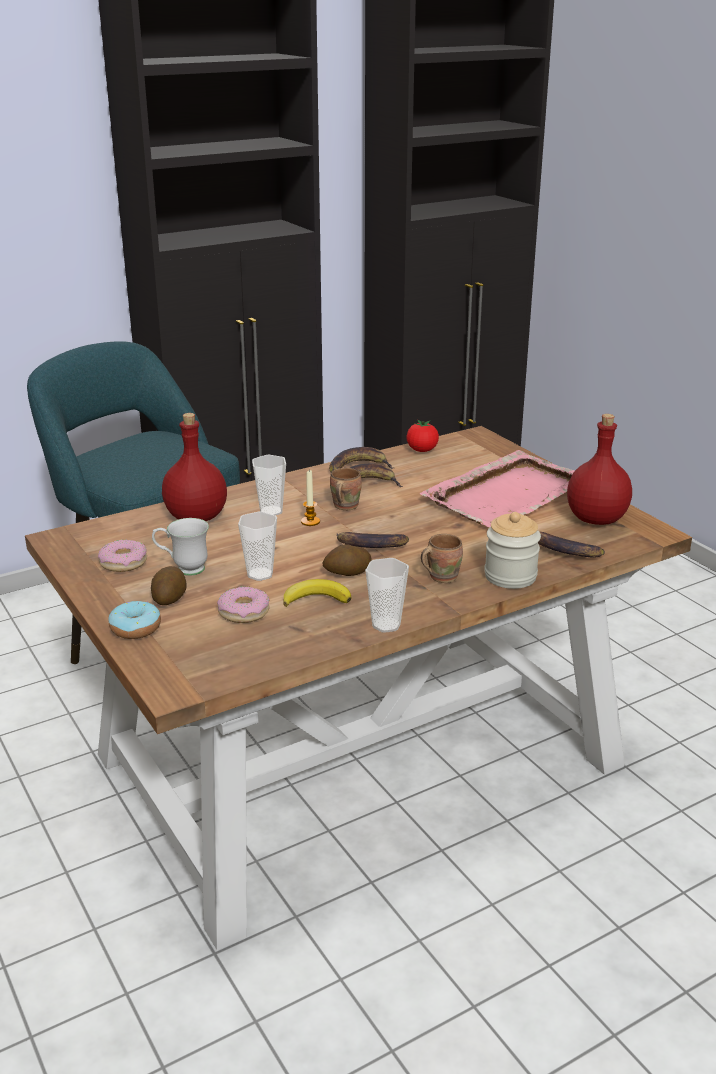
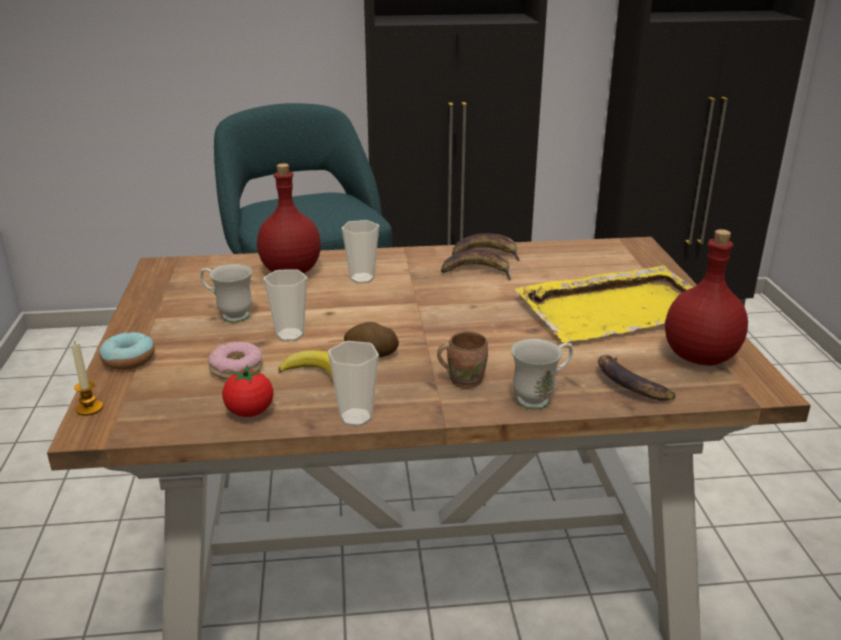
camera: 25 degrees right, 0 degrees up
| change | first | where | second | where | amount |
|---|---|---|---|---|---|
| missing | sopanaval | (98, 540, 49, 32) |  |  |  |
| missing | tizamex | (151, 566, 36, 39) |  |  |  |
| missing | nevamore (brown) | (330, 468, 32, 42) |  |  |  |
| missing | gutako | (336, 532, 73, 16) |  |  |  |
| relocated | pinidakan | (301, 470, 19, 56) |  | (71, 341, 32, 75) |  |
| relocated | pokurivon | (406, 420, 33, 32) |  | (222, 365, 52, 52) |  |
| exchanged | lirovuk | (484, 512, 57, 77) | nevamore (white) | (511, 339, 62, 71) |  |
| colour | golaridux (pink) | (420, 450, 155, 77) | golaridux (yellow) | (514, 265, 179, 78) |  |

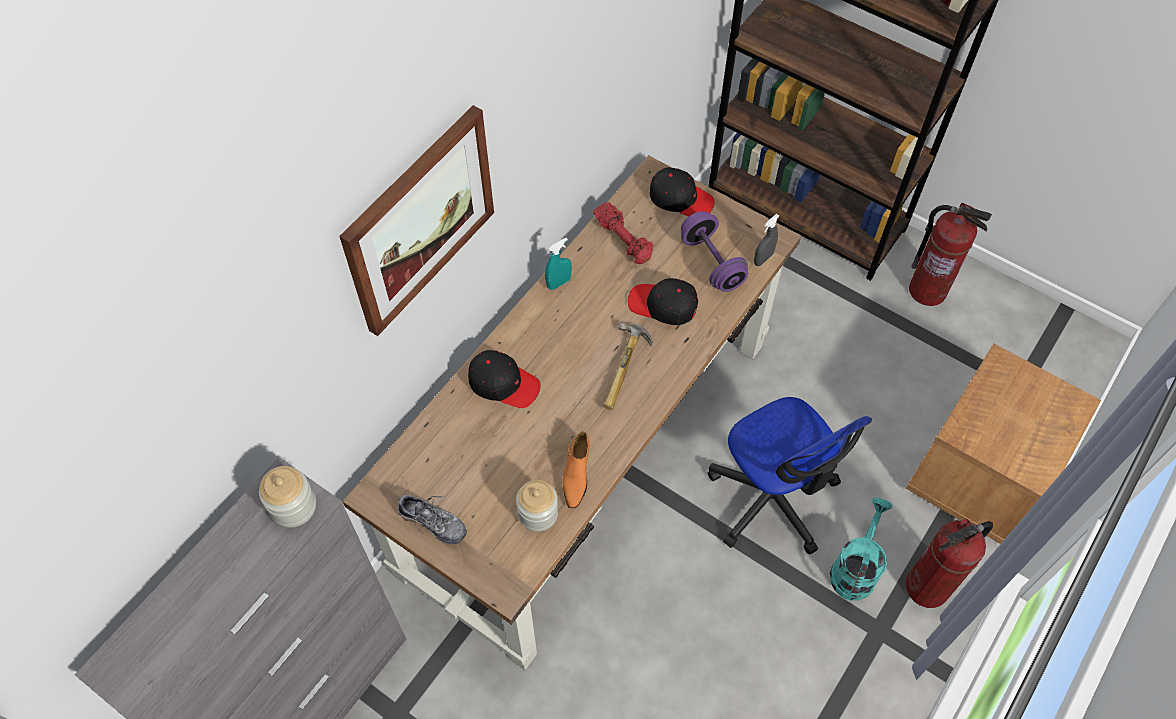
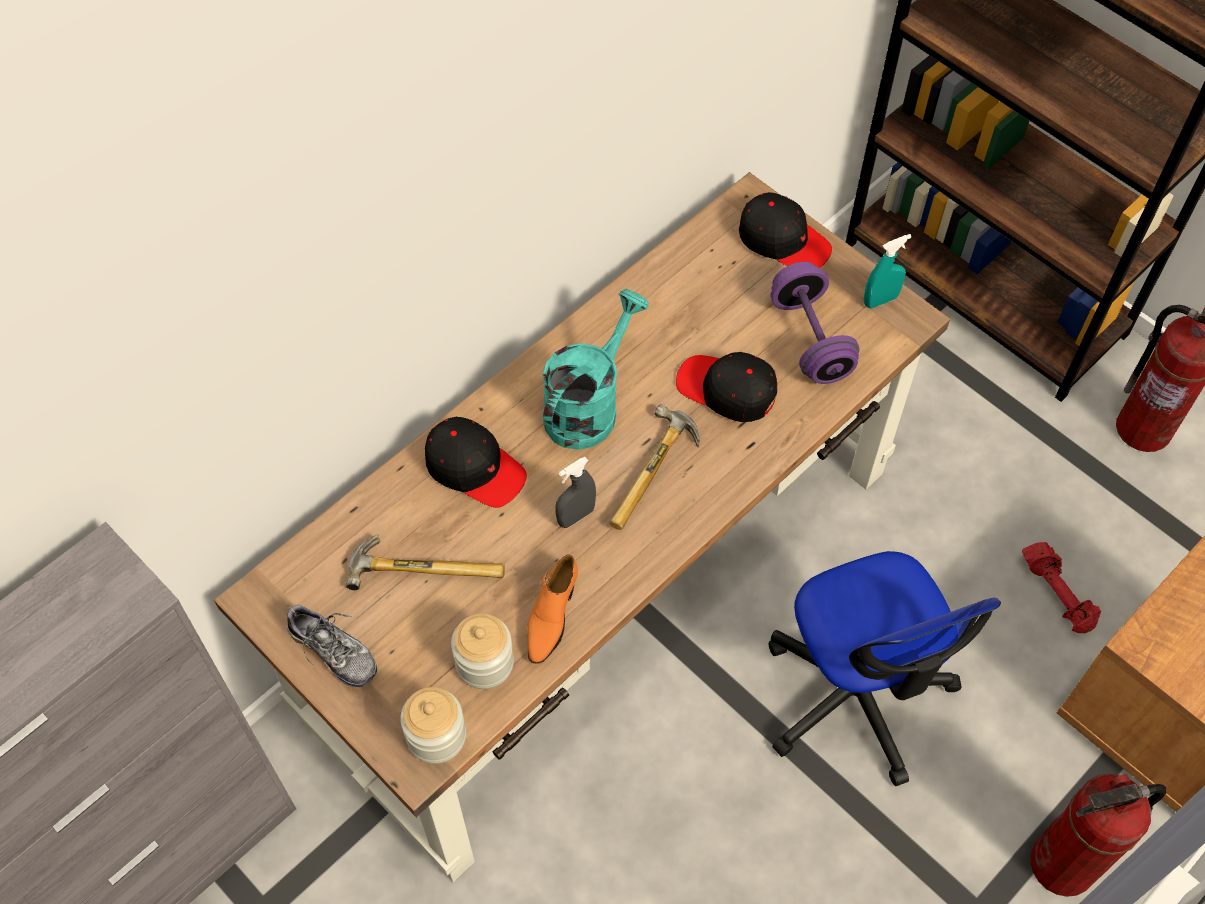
camera: 10 degrees right, 0 degrees up
| change | first | where | second | where | amount |
|---|---|---|---|---|---|
| missing | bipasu | (339, 105, 155, 231) |  |  |  |
| appeared |  |  | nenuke | (346, 534, 159, 56) |  |
| relocated | lirovuk | (259, 466, 57, 62) |  | (400, 687, 66, 77) |  |
| relocated | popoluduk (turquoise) | (545, 237, 27, 53) |  | (864, 234, 48, 74) |  |
| relocated | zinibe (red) | (593, 202, 61, 62) |  | (1022, 542, 79, 91) |  |
| relocated | popoluduk (grey) | (754, 214, 25, 52) |  | (555, 457, 41, 71) |  |
| relocated | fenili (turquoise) | (830, 497, 62, 103) |  | (543, 289, 106, 161) |  |

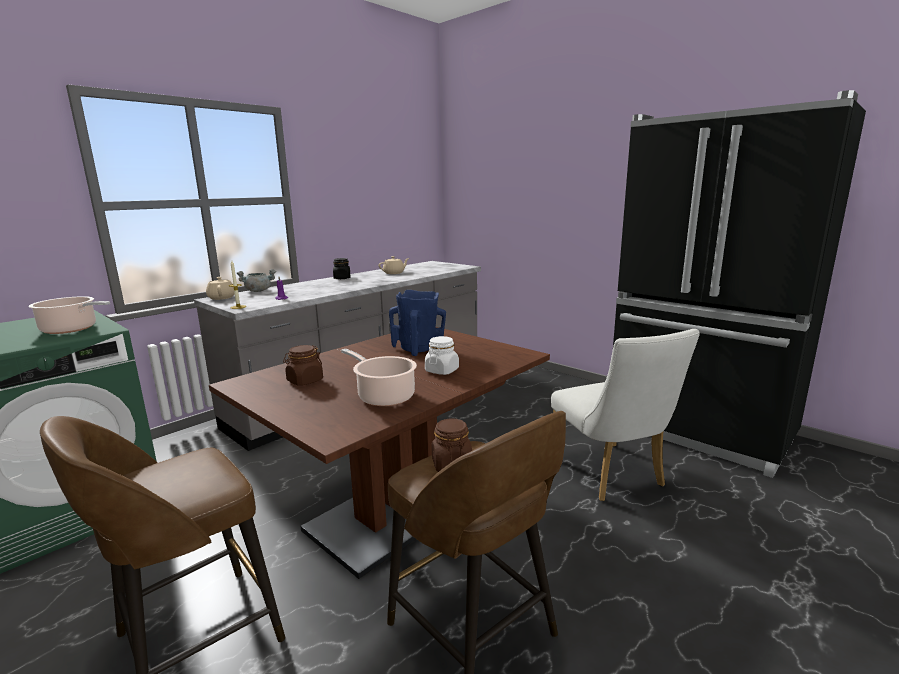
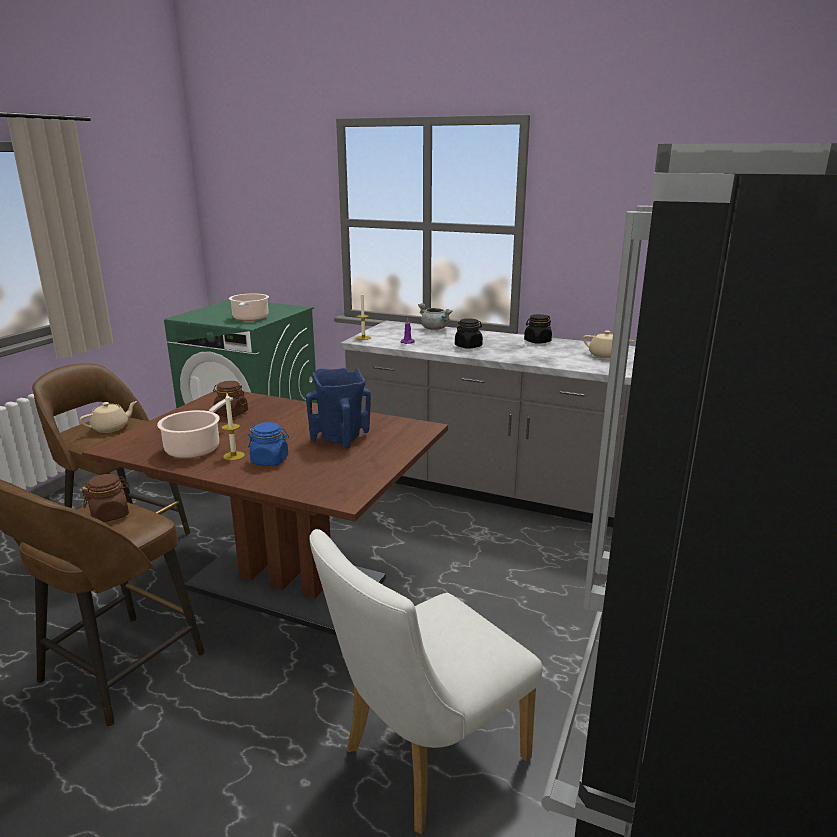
camera: 70 degrees right, 5 degrees up
| change | first | where | second | where | amount |
|---|---|---|---|---|---|
| appeared |  |  | pinidakan | (222, 393, 23, 68) |  |
| appeared |  |  | lirovuk (black) | (455, 319, 28, 30) |  |
| relocated | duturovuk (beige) | (206, 277, 29, 23) |  | (79, 401, 58, 32) |  |
| colour | lirovuk (white) | (425, 336, 34, 39) | lirovuk (blue) | (248, 422, 41, 44) |  |

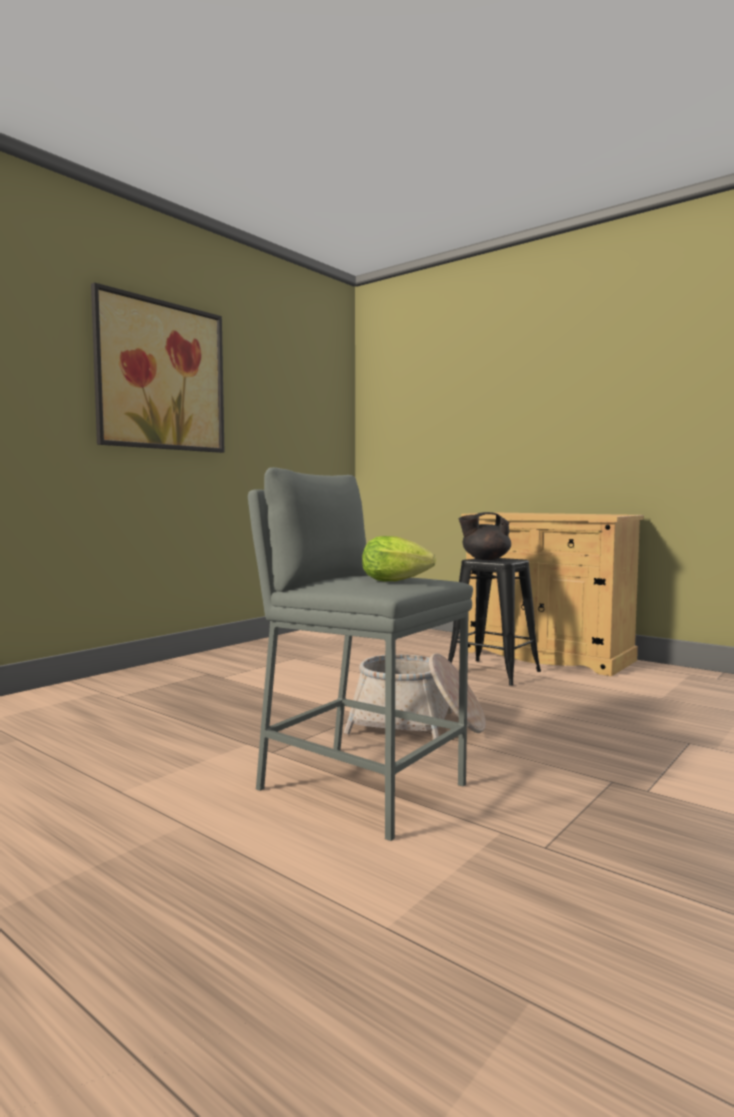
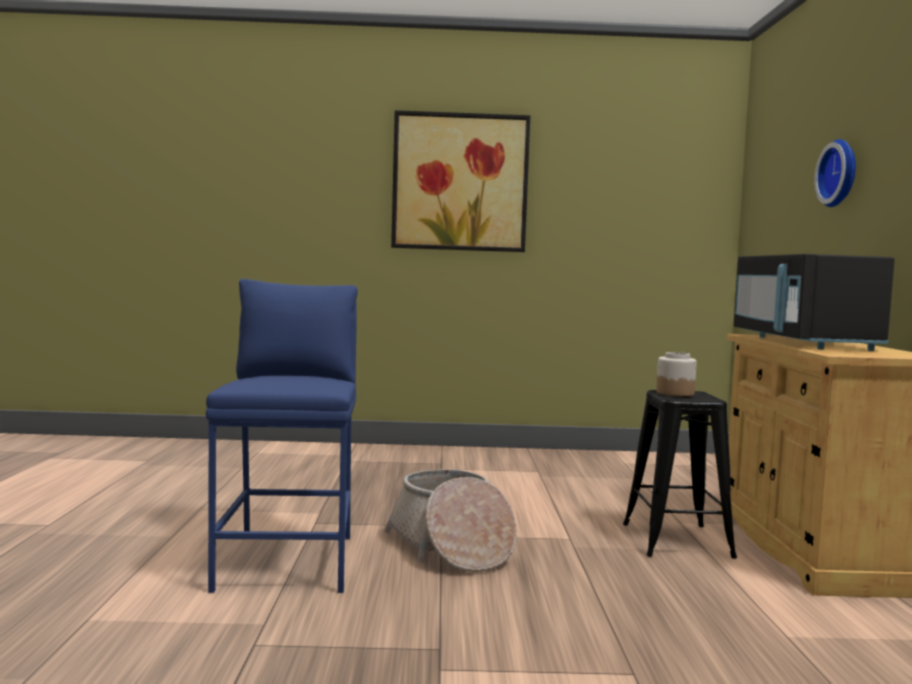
camera: 50 degrees right, 0 degrees up
| change | first | where | second | where | amount |
|---|---|---|---|---|---|
| missing | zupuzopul | (362, 536, 74, 45) |  |  |  |
| appeared |  |  | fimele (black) | (734, 254, 161, 97) |  |
| appeared |  |  | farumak | (814, 139, 42, 68) |  |
| exchanged | duturovuk (black) | (459, 512, 52, 48) | lirovuk | (656, 352, 41, 44) |  |
| colour | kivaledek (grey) | (248, 467, 225, 374) | kivaledek (blue) | (206, 279, 152, 314) |  |

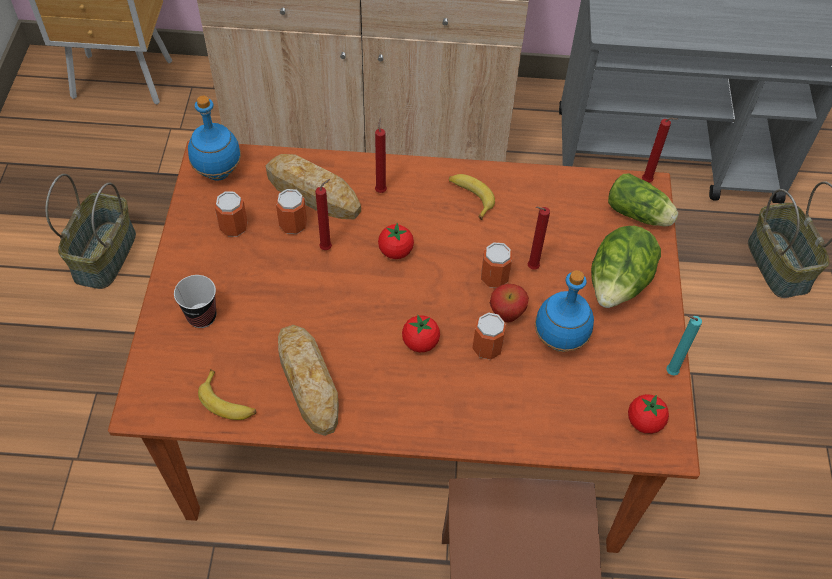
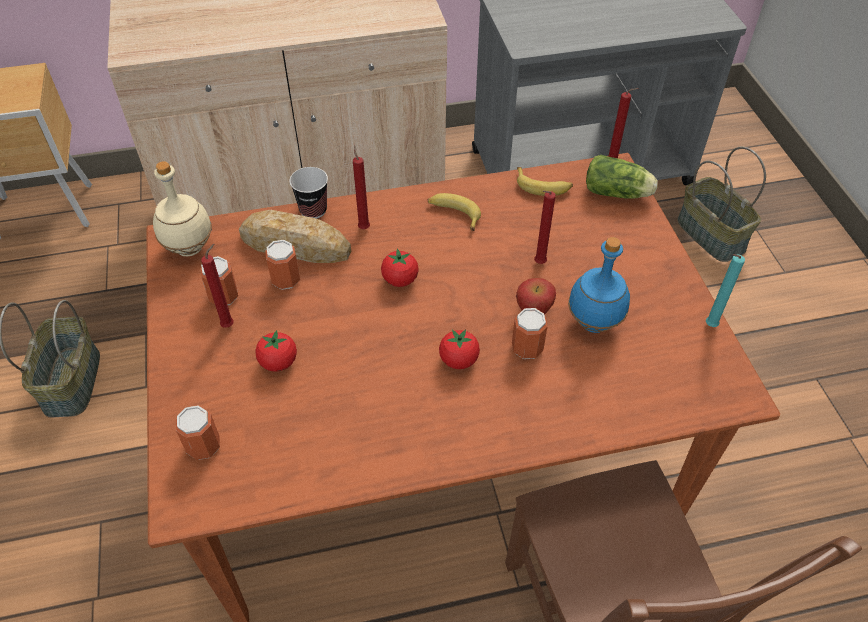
camera: 15 degrees left, 5 degrees down
| change | first | where | second | where | amount |
|---|---|---|---|---|---|
| missing | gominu | (278, 325, 61, 111) |  |  |  |
| missing | zupuzopul | (591, 226, 70, 82) |  |  |  |
| relocated | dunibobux | (174, 275, 42, 53) |  | (289, 167, 39, 52) |  |
| relocated | gutako | (198, 369, 58, 51) |  | (517, 167, 56, 29) |  |
| relocated | pinidakan (red) | (315, 179, 17, 71) |  | (201, 244, 33, 84) |  |
| relocated | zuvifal | (481, 242, 31, 46) |  | (176, 405, 44, 55) |  |
| relocated | pokurivon | (628, 394, 41, 40) |  | (255, 330, 42, 42) |  |
| colour | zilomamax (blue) | (188, 96, 53, 85) | zilomamax (beige) | (153, 161, 59, 95) |  |

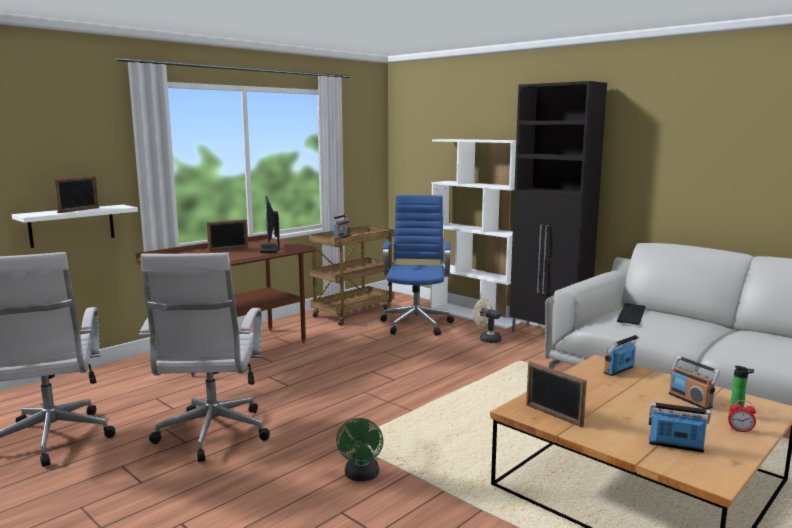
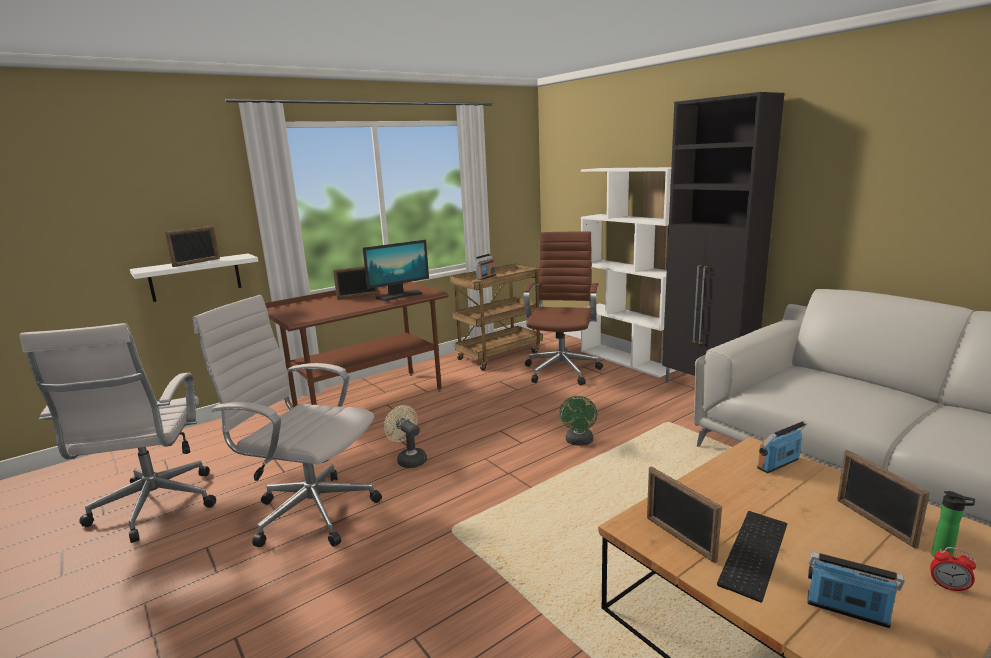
camera: 10 degrees right, 5 degrees up
| change | first | where | second | where | amount |
|---|---|---|---|---|---|
| relocated | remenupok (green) | (336, 418, 47, 63) |  | (559, 396, 38, 50) |  |
| relocated | remenupok (beige) | (473, 298, 29, 45) |  | (384, 405, 43, 63) |  |
| relocated | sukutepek | (617, 303, 29, 22) |  | (717, 511, 70, 92) |  |
| exchanged | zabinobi | (669, 356, 51, 53) | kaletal | (837, 450, 93, 99) |  |
| colour | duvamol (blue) | (380, 195, 74, 141) | duvamol (brown) | (524, 232, 79, 153) |  |
| spun | duvamol (white) | (139, 253, 131, 209) |  | (193, 295, 189, 252) | 105 degrees clockwise |
| spun | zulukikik | (260, 196, 20, 57) |  | (363, 240, 66, 61) | 120 degrees counterclockwise |

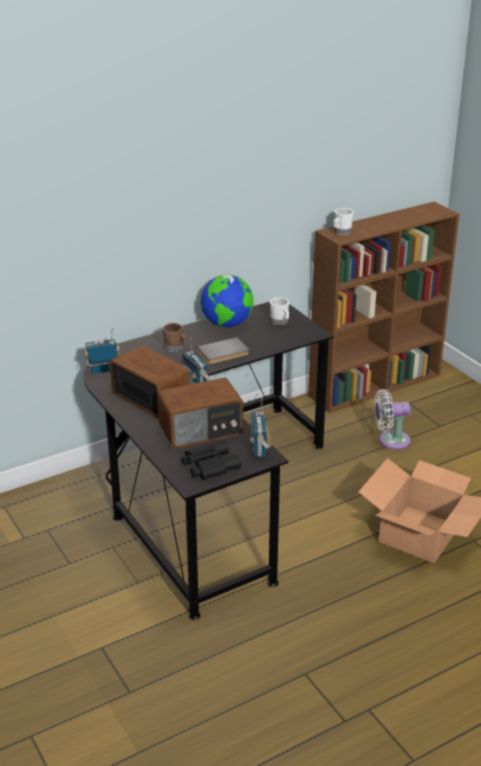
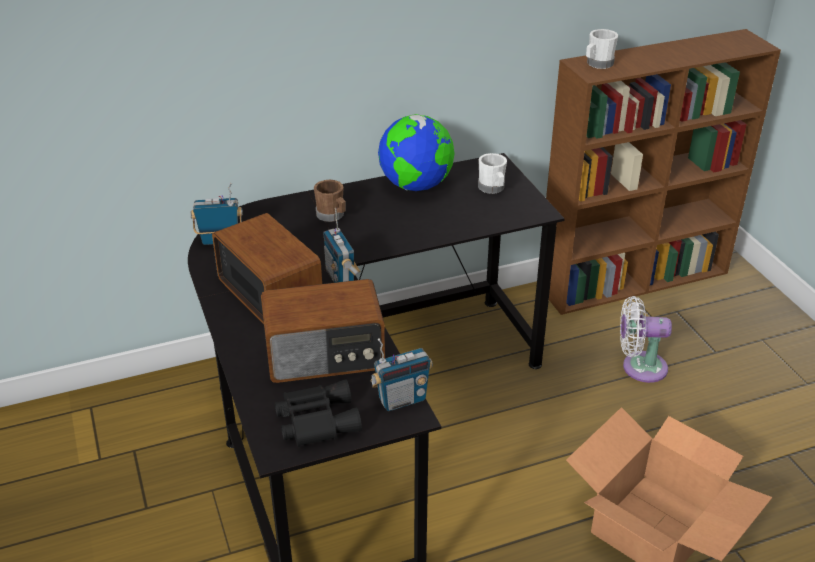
camera: 10 degrees right, 5 degrees up
| change | first | where | second | where | amount |
|---|---|---|---|---|---|
| missing | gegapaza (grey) | (197, 337, 52, 27) |  |  |  |
| spun | zabinobi | (250, 397, 21, 60) |  | (370, 338, 63, 73) | 120 degrees counterclockwise |

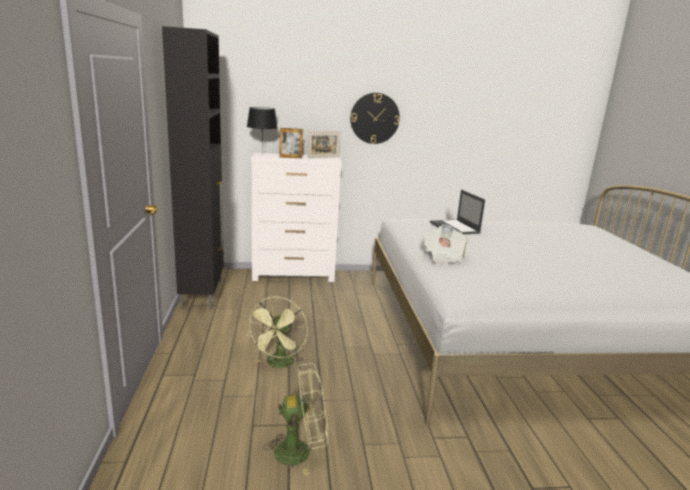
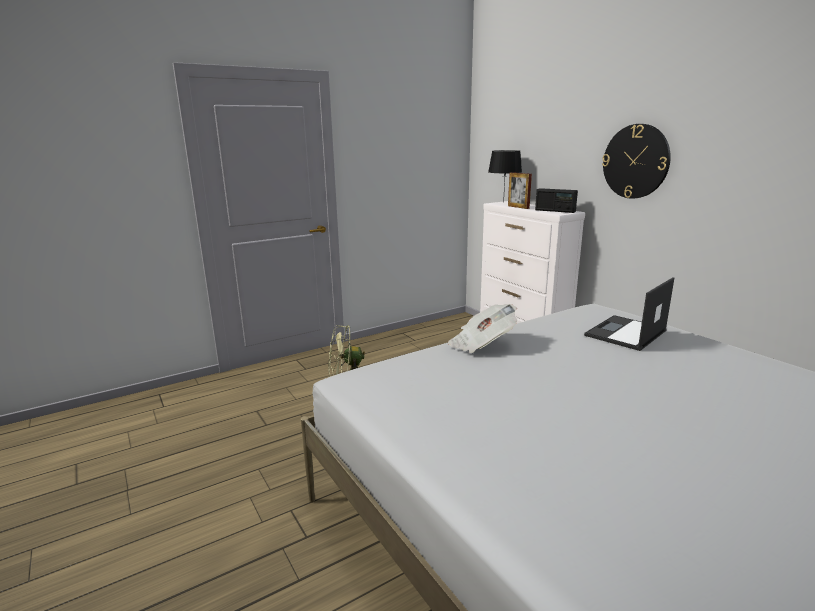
camera: 65 degrees right, 0 degrees up
| change | first | where | second | where | amount |
|---|---|---|---|---|---|
| missing | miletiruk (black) | (162, 26, 62, 284) |  |  |  |
| missing | remenupok (green) | (263, 363, 65, 113) |  |  |  |
| exchanged | kaletal | (307, 131, 33, 27) | zabinobi | (535, 188, 43, 25) |  |

